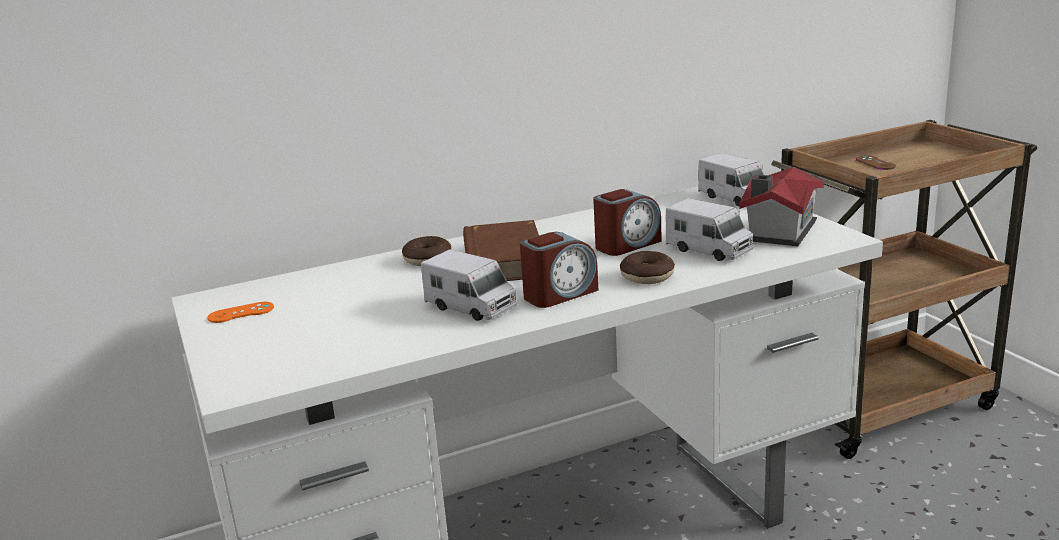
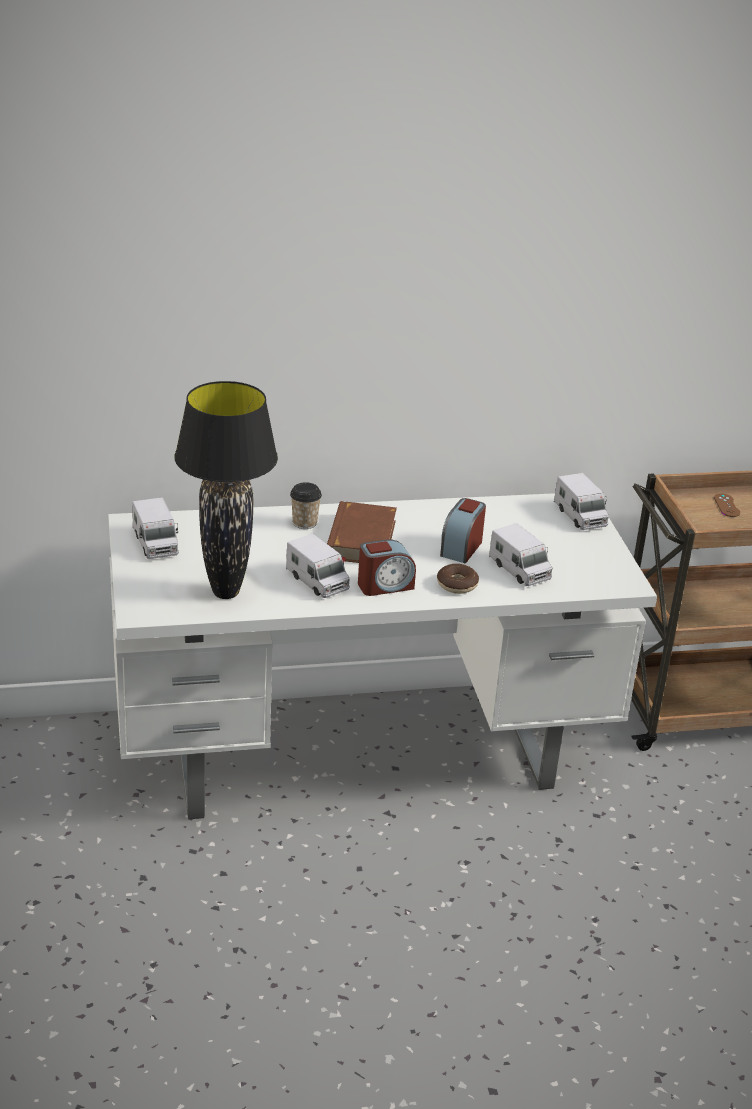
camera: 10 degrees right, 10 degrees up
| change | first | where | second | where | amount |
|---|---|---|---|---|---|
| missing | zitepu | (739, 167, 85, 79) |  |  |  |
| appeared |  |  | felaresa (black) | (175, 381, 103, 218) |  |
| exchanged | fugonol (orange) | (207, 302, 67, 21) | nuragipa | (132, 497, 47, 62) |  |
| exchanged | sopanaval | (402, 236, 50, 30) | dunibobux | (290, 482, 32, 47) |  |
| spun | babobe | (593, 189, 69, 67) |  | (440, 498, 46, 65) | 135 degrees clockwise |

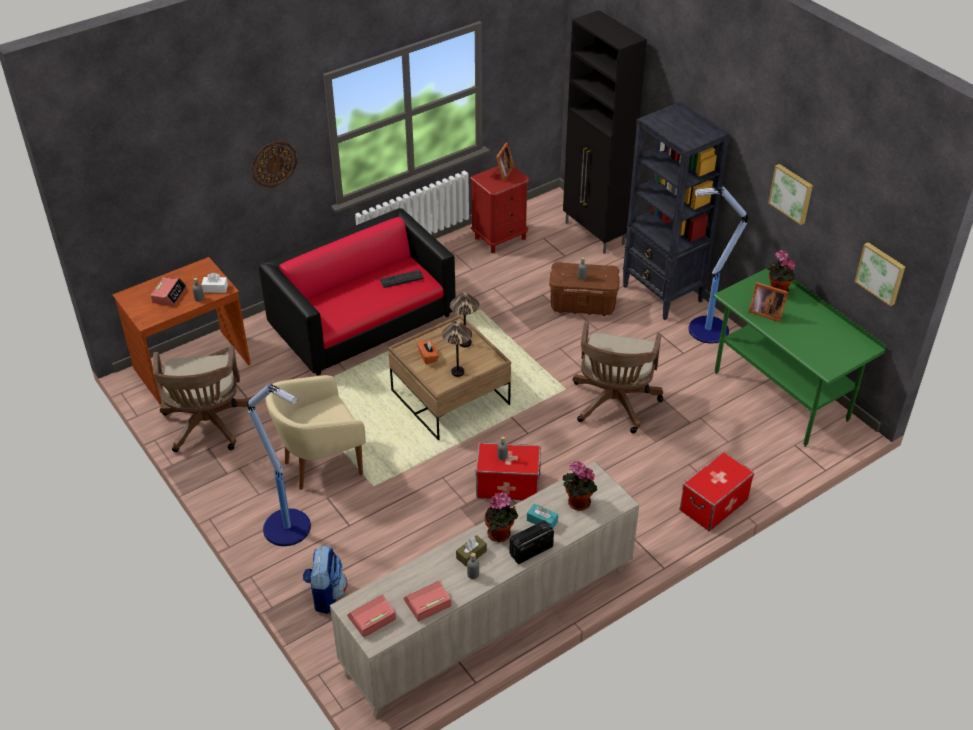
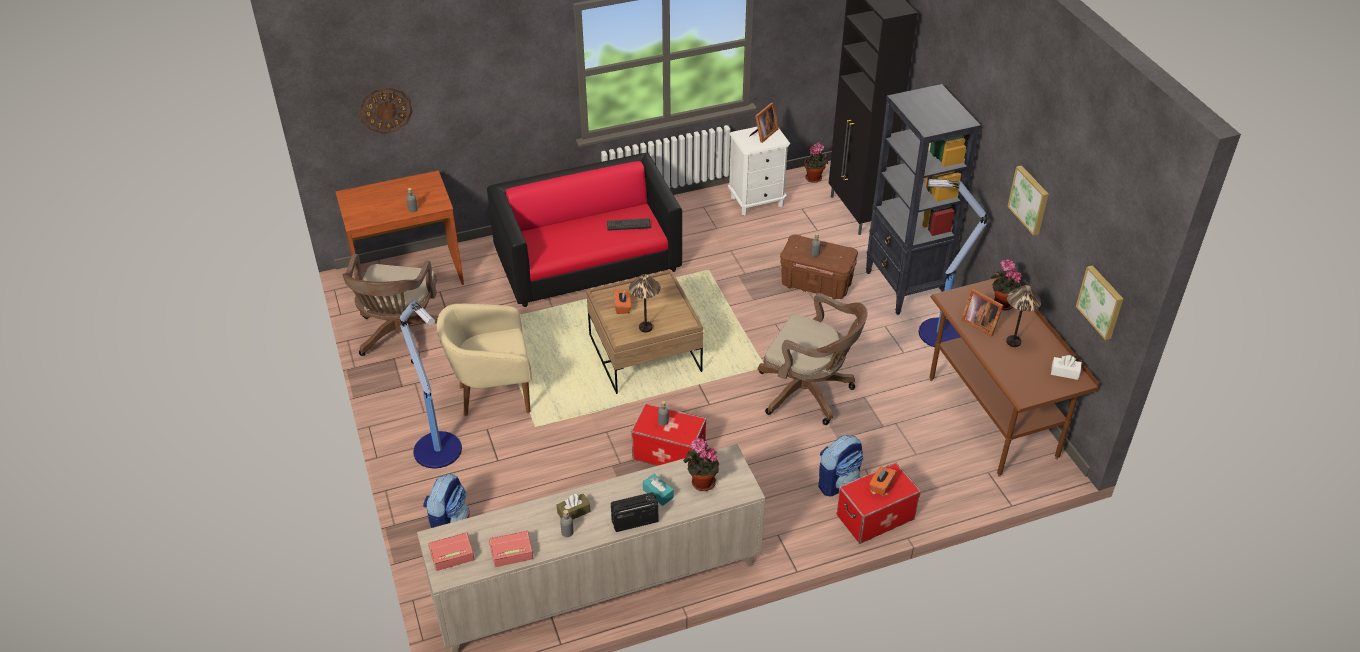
camera: 15 degrees right, 0 degrees up
| change | first | where | second | where | amount |
|---|---|---|---|---|---|
| missing | babobe | (150, 277, 37, 29) |  |  |  |
| appeared |  |  | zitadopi | (818, 435, 45, 62) |  |
| appeared |  |  | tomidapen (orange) | (869, 467, 28, 29) |  |
| relocated | tomidapen (white) | (201, 273, 27, 20) |  | (1051, 355, 31, 25) |  |
| relocated | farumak | (251, 141, 46, 47) |  | (359, 87, 54, 47) |  |
| relocated | felaresa | (450, 292, 29, 55) |  | (1006, 285, 35, 62) |  |
| relocated | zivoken | (484, 492, 34, 50) |  | (804, 142, 24, 41) |  |
| colour | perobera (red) | (470, 166, 60, 87) | perobera (white) | (728, 127, 62, 89) |  |
| colour | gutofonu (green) | (713, 268, 173, 179) | gutofonu (brown) | (929, 278, 170, 199) |  |
| spun | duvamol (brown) | (572, 323, 92, 111) |  | (758, 293, 110, 132) | 90 degrees counterclockwise |

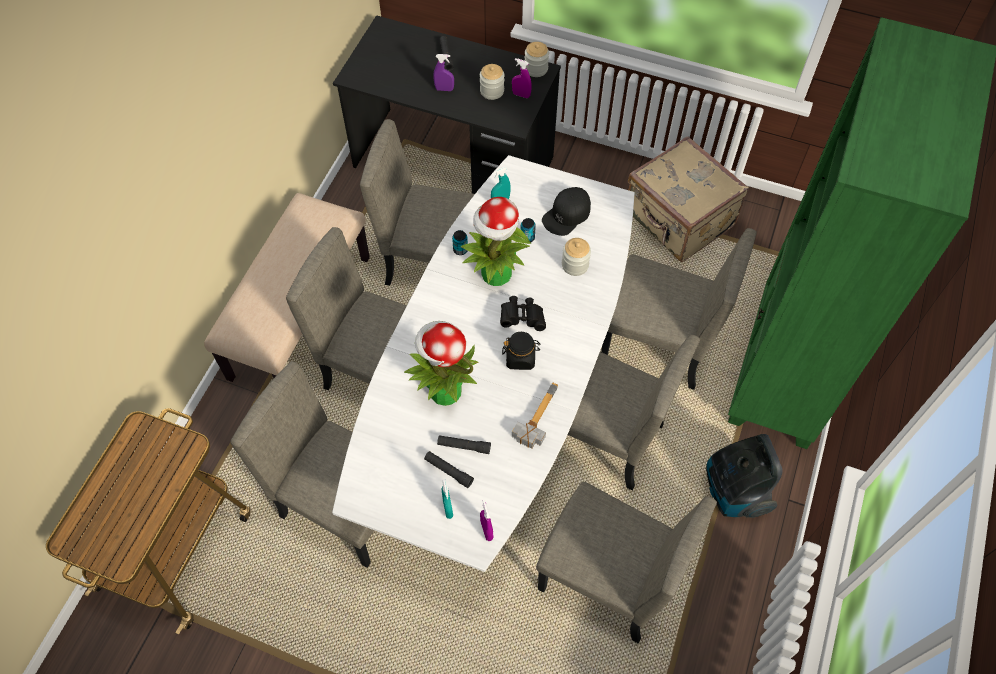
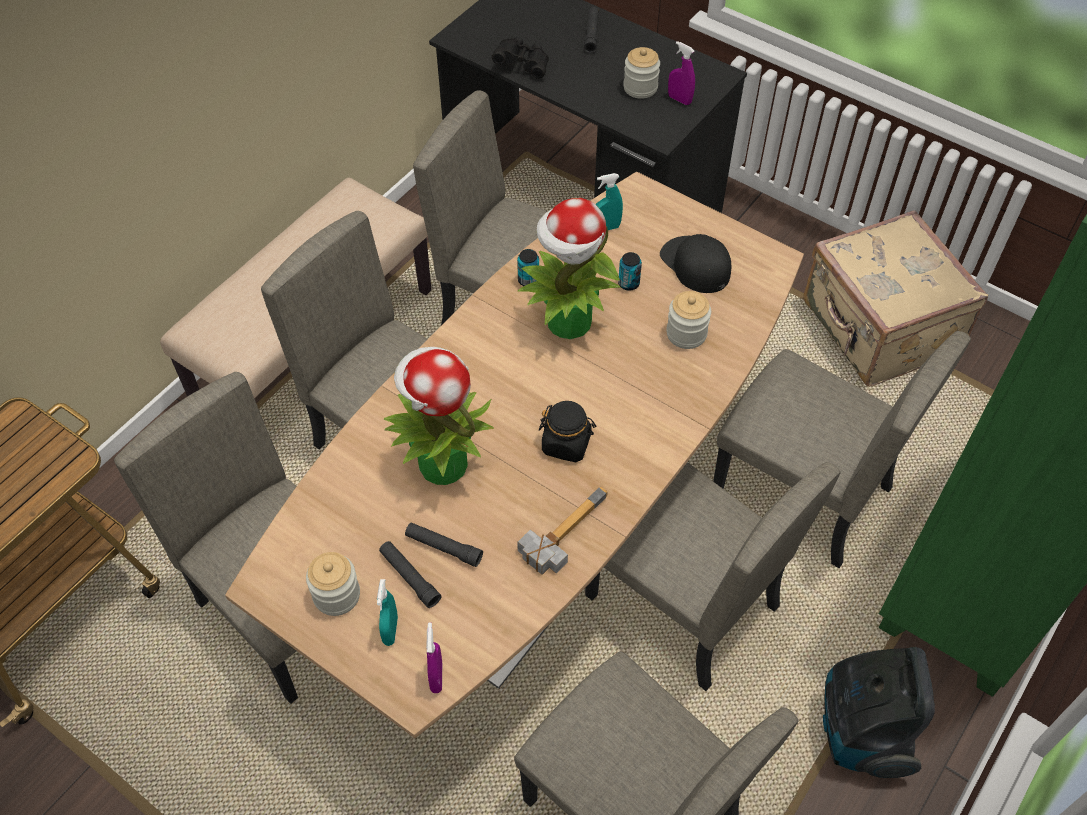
camera: 15 degrees right, 5 degrees down
| change | first | where | second | where | amount |
|---|---|---|---|---|---|
| missing | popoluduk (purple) | (433, 54, 21, 37) |  |  |  |
| relocated | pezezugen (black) | (500, 296, 46, 35) |  | (492, 37, 57, 42) |  |
| relocated | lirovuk | (525, 42, 24, 35) |  | (306, 552, 54, 64) |  |
| colour | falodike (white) | (332, 155, 303, 417) | falodike (brown) | (225, 172, 579, 566) |  |
| spun | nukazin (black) | (542, 187, 49, 49) |  | (660, 234, 71, 59) | 90 degrees clockwise |

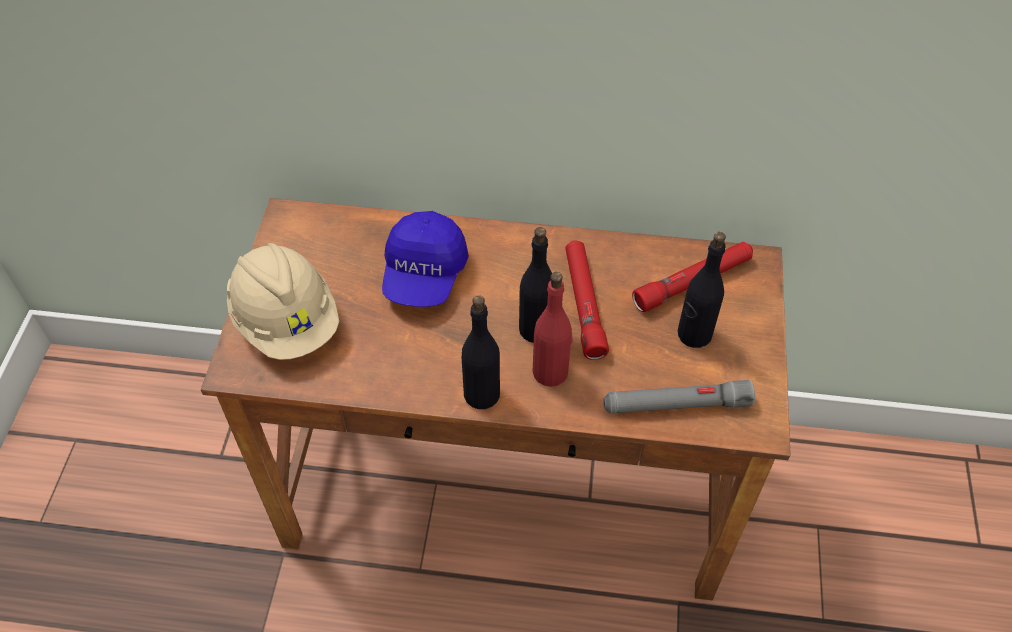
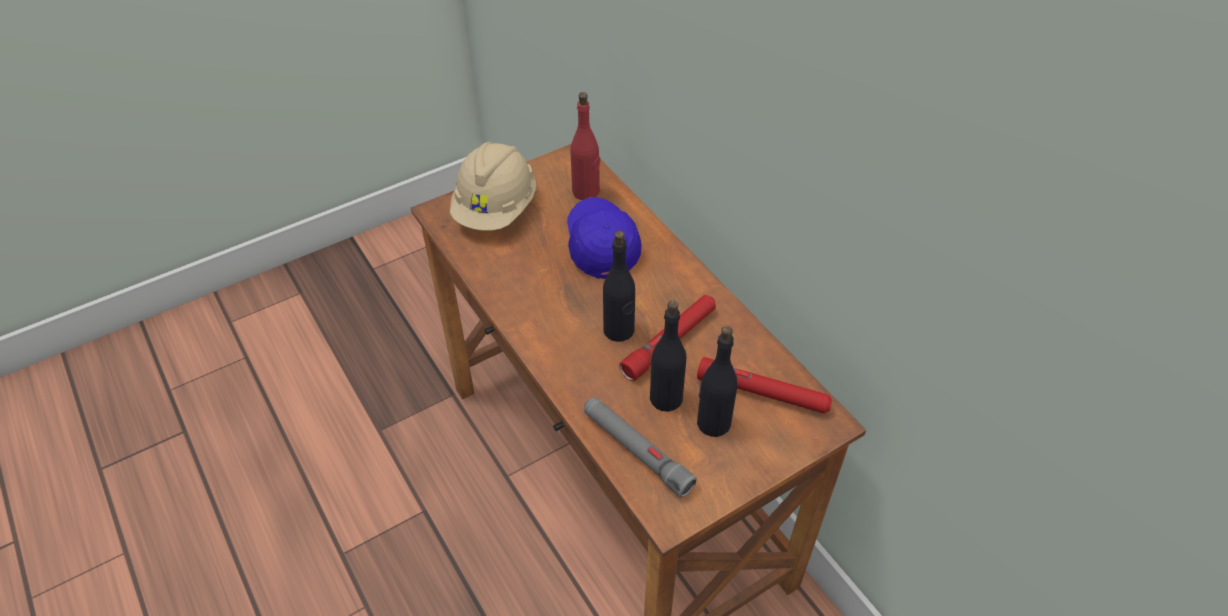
camera: 50 degrees right, 5 degrees down
| change | first | where | second | where | amount |
|---|---|---|---|---|---|
| relocated | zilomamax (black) | (462, 295, 38, 114) |  | (650, 300, 36, 112) |  |
| relocated | zilomamax (red) | (532, 272, 41, 115) |  | (570, 92, 30, 108) |  |
| spun | nukazin (blue) | (382, 211, 87, 96) |  | (567, 197, 74, 82) | 105 degrees clockwise |

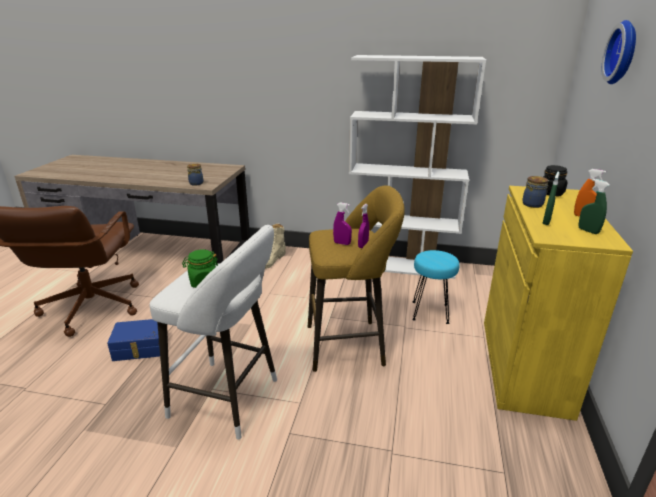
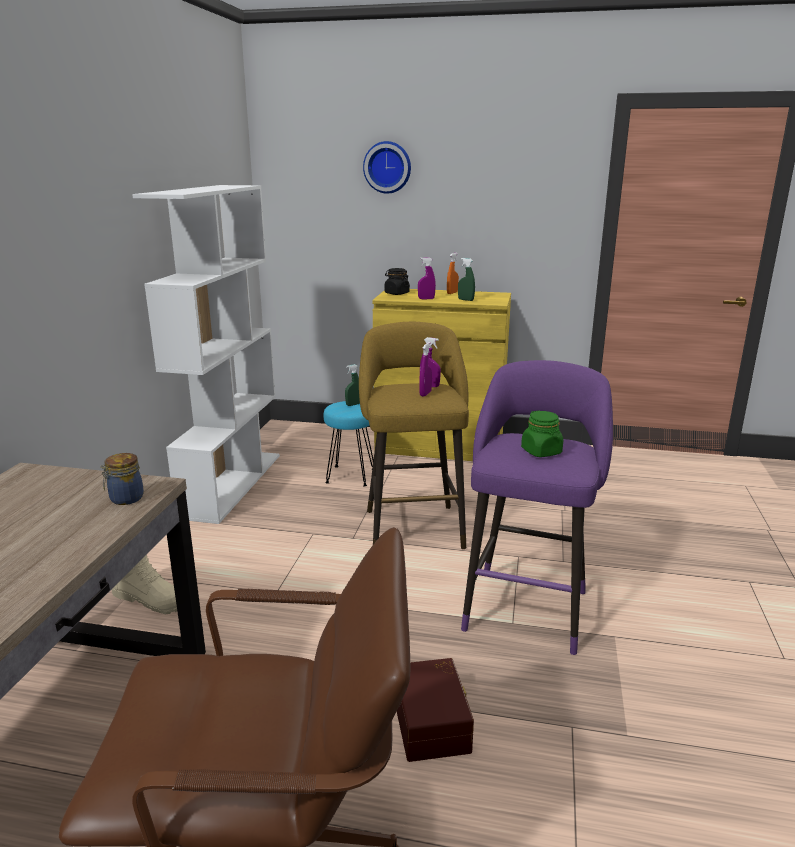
camera: 90 degrees left, 5 degrees down
| change | first | where | second | where | amount |
|---|---|---|---|---|---|
| relocated | popoluduk (green) | (579, 179, 31, 55) |  | (345, 364, 15, 42) |  |
| exchanged | lirovuk | (522, 176, 27, 32) | popoluduk (purple) | (418, 258, 18, 42) |  |
| colour | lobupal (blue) | (107, 319, 53, 42) | lobupal (brown) | (397, 658, 77, 104) |  |
| colour | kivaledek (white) | (150, 225, 127, 215) | kivaledek (purple) | (461, 360, 152, 295) |  |

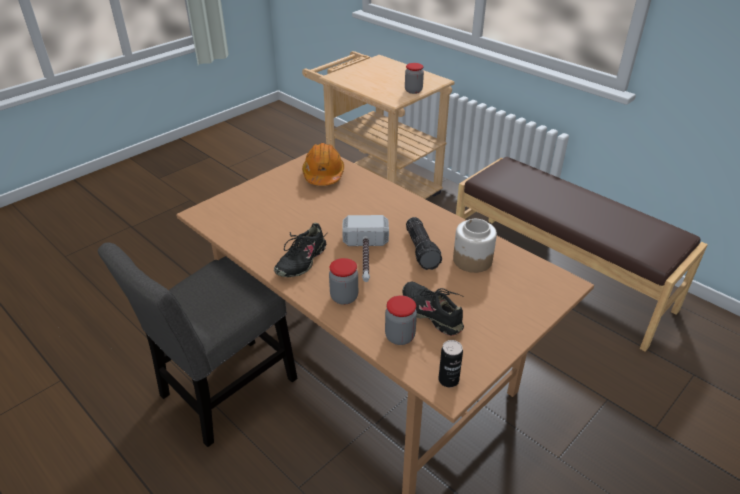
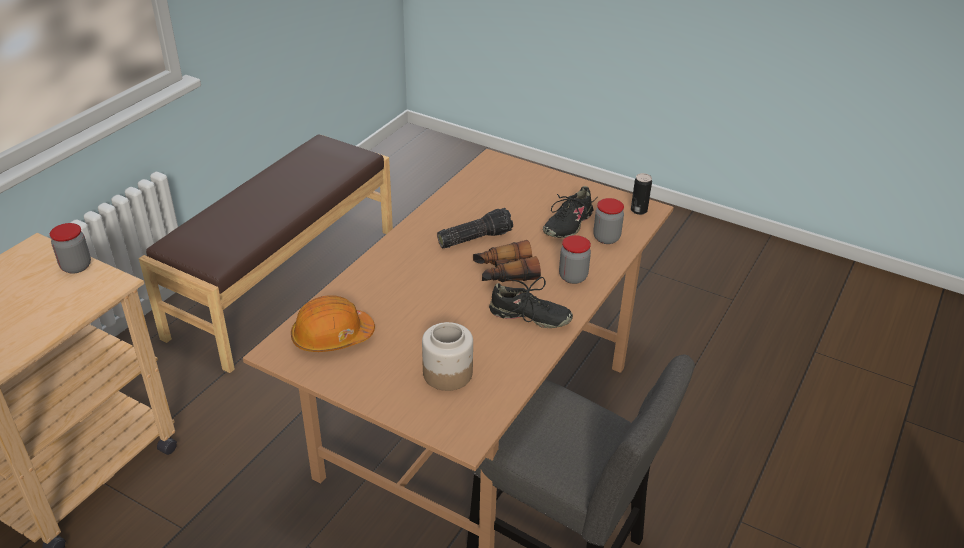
camera: 105 degrees left, 0 degrees up
| change | first | where | second | where | amount |
|---|---|---|---|---|---|
| relocated | lirovuk | (453, 219, 44, 54) |  | (422, 322, 51, 69) |  |
| exchanged | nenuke | (342, 215, 47, 67) | pezezugen | (473, 240, 68, 42) |  |

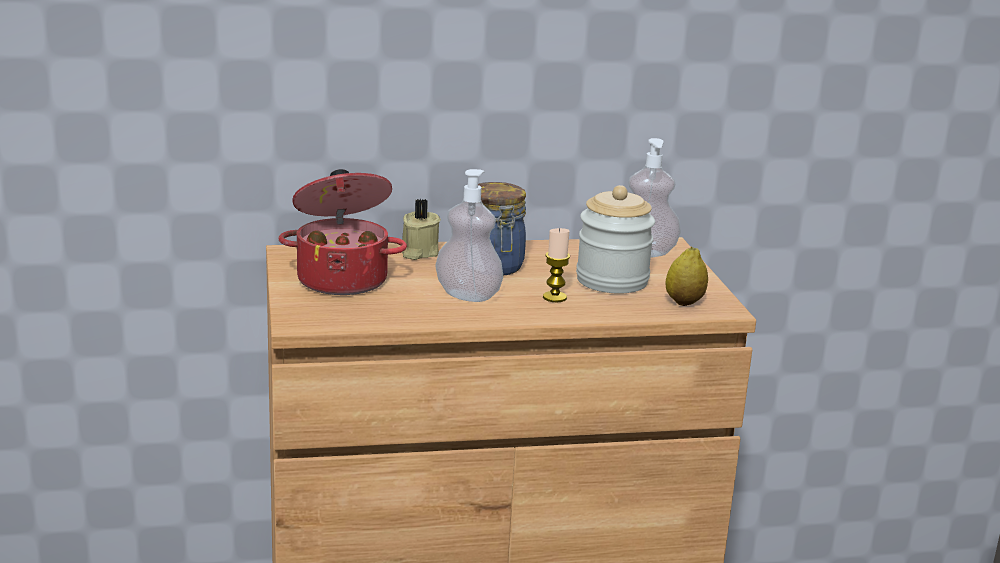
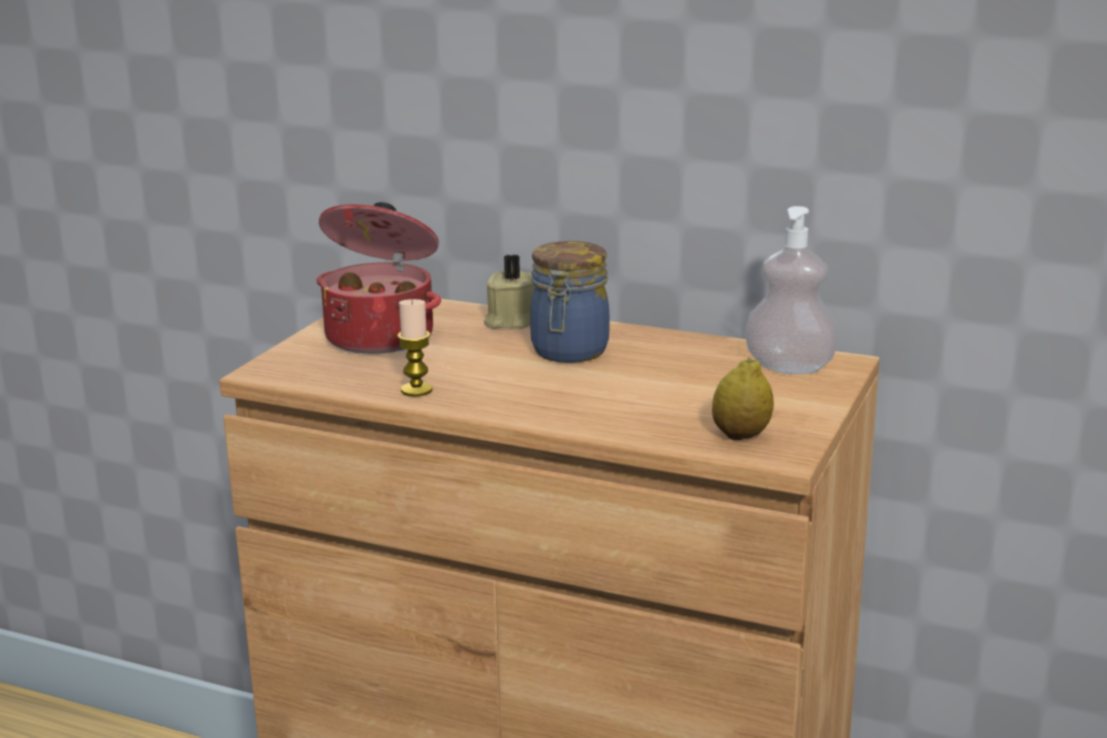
camera: 35 degrees right, 0 degrees up
| change | first | where | second | where | amount |
|---|---|---|---|---|---|
| missing | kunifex | (435, 169, 68, 133) |  |  |  |
| missing | lirovuk | (576, 185, 79, 108) |  |  |  |
| relocated | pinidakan | (543, 228, 27, 74) |  | (397, 299, 35, 98) |  |

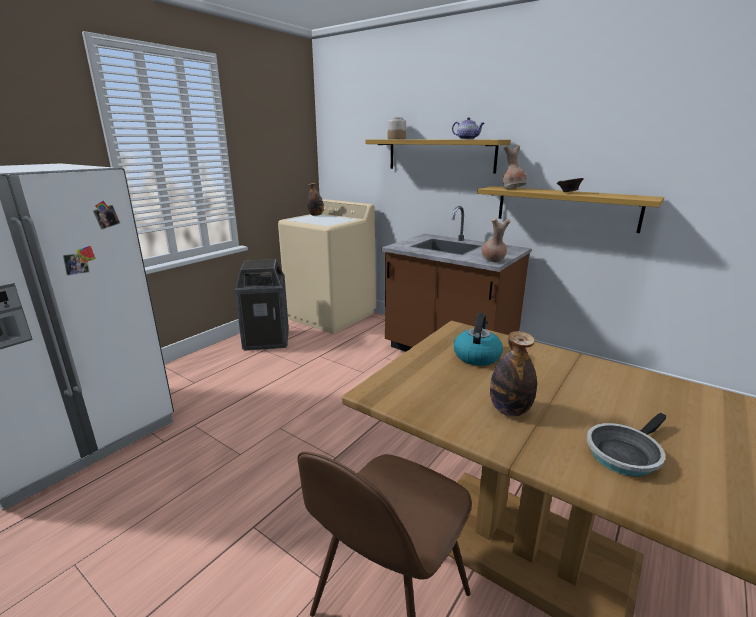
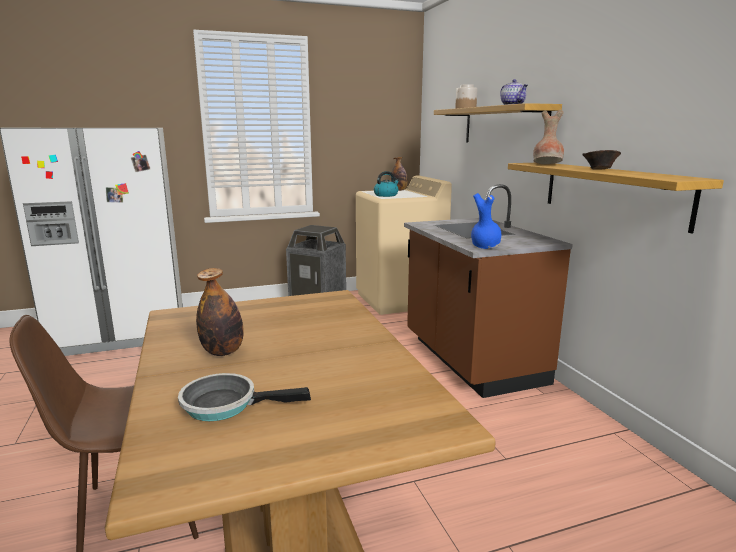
camera: 35 degrees right, 5 degrees down
| change | first | where | second | where | amount |
|---|---|---|---|---|---|
| relocated | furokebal | (454, 313, 49, 53) |  | (374, 171, 25, 26) |  |
| colour | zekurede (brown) | (481, 218, 29, 44) | zekurede (blue) | (471, 193, 30, 56) |  |

